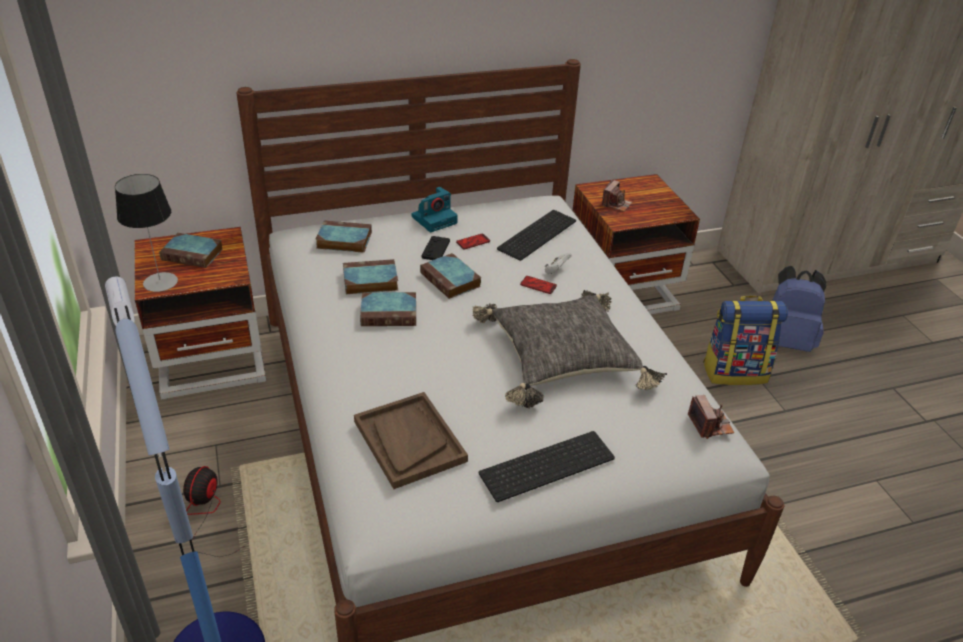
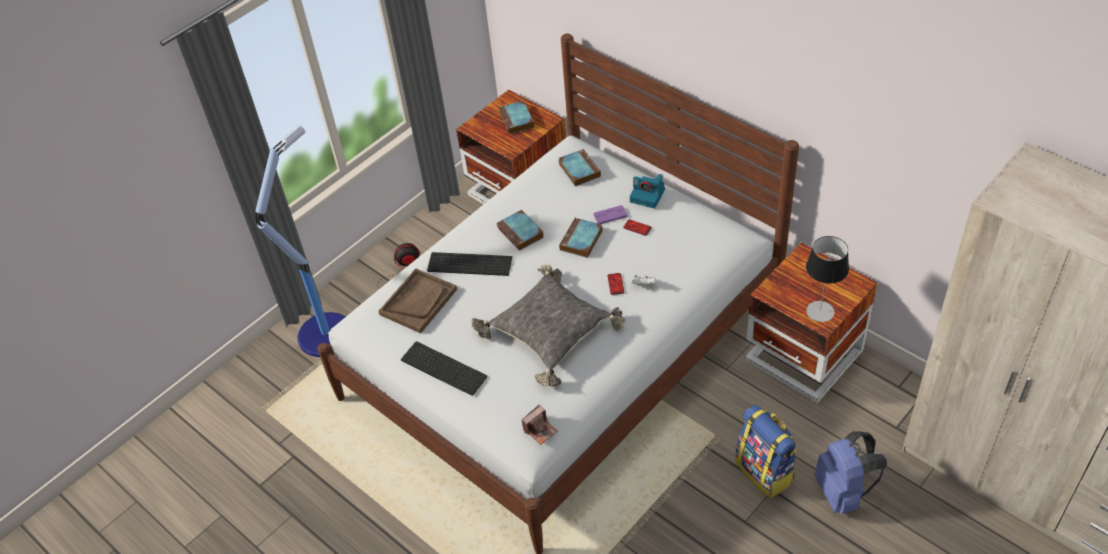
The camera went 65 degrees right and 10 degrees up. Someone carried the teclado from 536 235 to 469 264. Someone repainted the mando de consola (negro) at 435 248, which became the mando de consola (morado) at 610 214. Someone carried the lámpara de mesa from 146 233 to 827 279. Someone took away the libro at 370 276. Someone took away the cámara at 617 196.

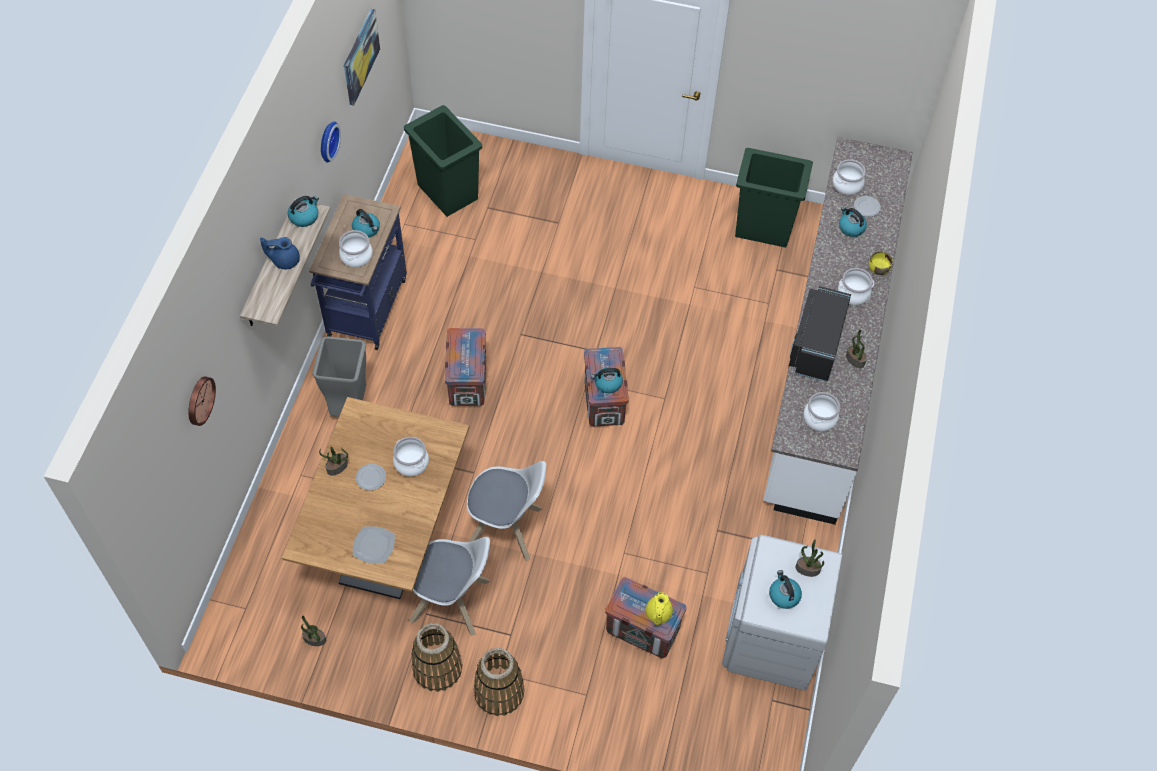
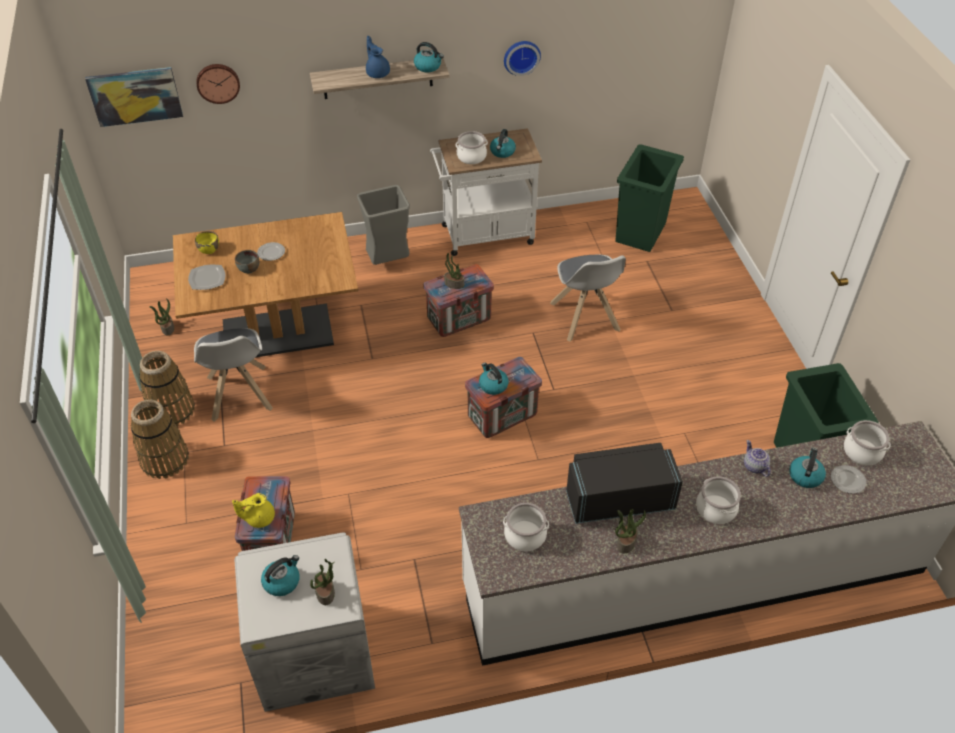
The camera went 65 degrees right and 10 degrees down. Someone carried the cuadro from 362 57 to 134 97. Someone carried the cuenco (amarillo) from 881 263 to 207 242. Someone put down the cuenco (gris) at 247 262. Someone repainted the carrito (azul) at 358 272, which became the carrito (blanco) at 486 192. Someone carried the planta en maceta from 333 461 to 454 271. Someone carried the silla from 506 511 to 588 298. Someone put down the tetera at 757 458. Someone took away the olla at 411 456.

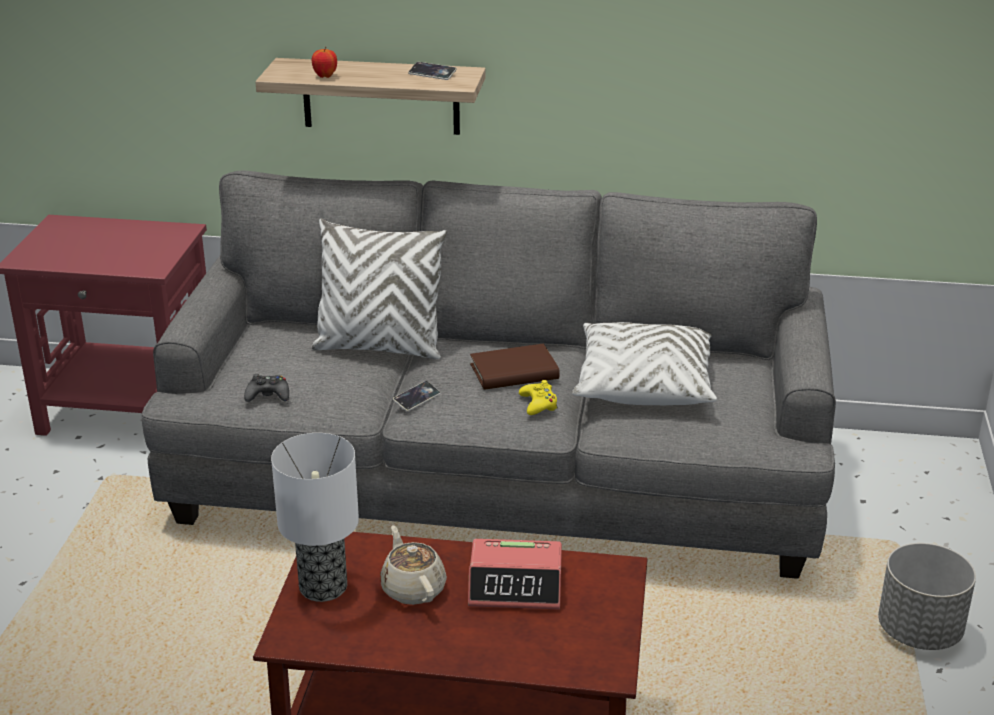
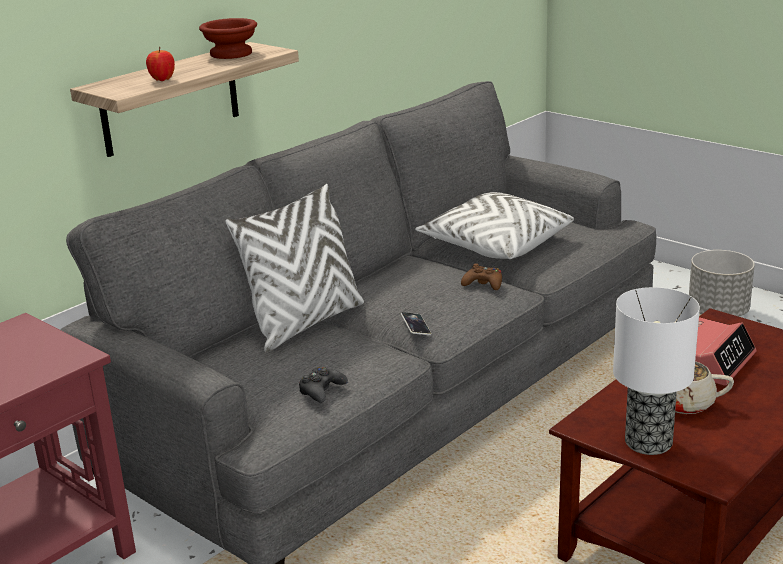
The camera went 55 degrees left and 5 degrees down. Someone swapped the móvil at 432 71 for the cuenco (marrón) at 228 38. Someone repainted the mando de consola (amarillo) at 538 397, which became the mando de consola (marrón) at 481 277. Someone took away the libro (marrón) at 515 367.

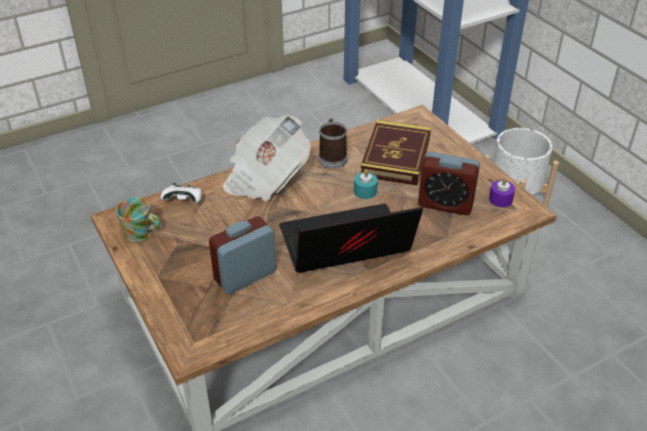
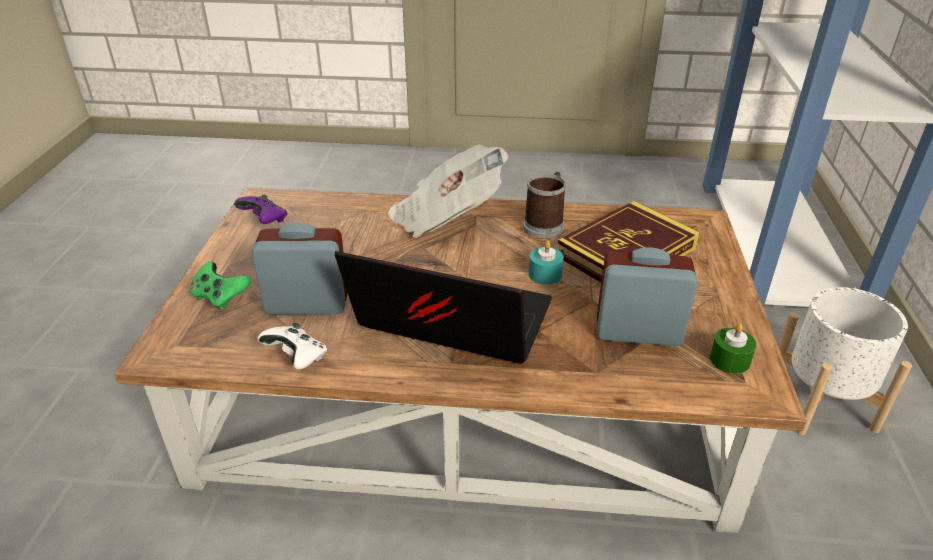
The camera went 35 degrees right and 5 degrees down. Someone put down the mando de consola (verde) at 220 285. Someone swapped the taza grande at 138 219 for the mando de consola (morado) at 261 209. Someone carried the mando de consola (blanco) from 181 193 to 292 346. Someone rotated the despertador at 449 183 by 135 degrees clockwise. Someone repainted the vela (morado) at 502 192, which became the vela (verde) at 733 349.

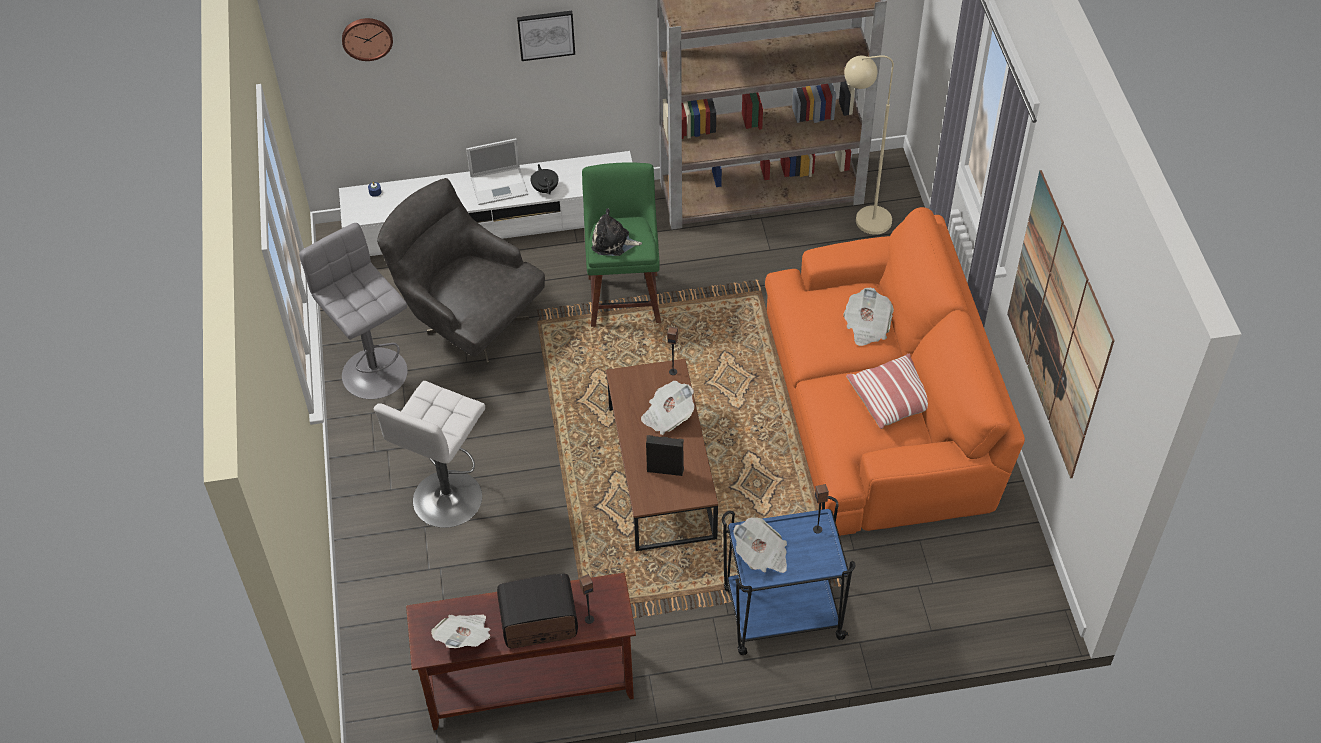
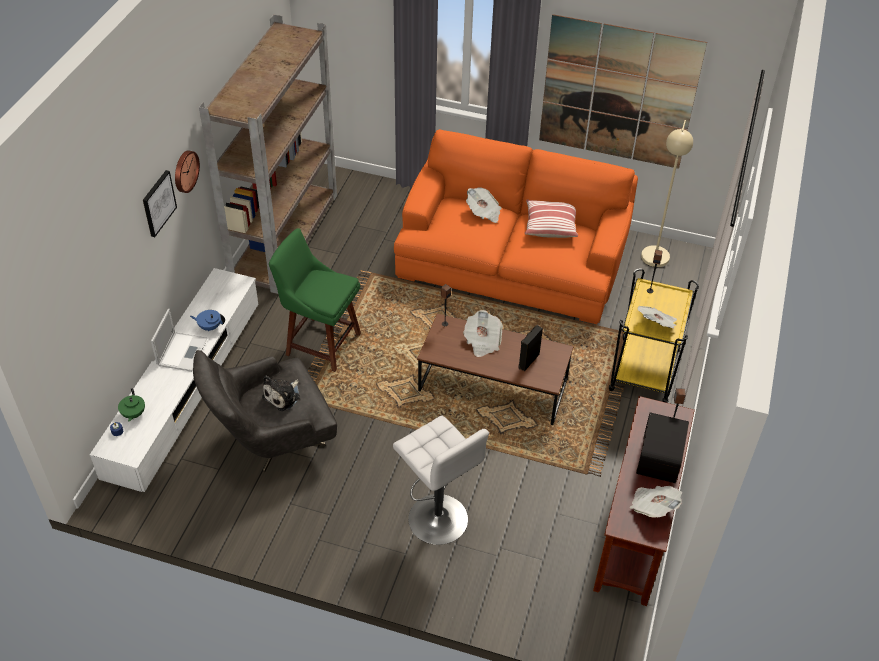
The camera went 65 degrees left and 5 degrees down. Someone put down the tetera (verde) at 131 405. Someone carried the reloj de pared from 367 39 to 187 171. Someone repainted the tetera (negro) at 545 179, which became the tetera (azul) at 207 320. Someone carried the peluche from 617 232 to 281 393. Someone repainted the carrito (azul) at 788 575, which became the carrito (amarillo) at 654 335. Someone carried the lámpara de pie (beis) from 869 145 to 667 193. Someone took away the taburete (gris) at 353 311.

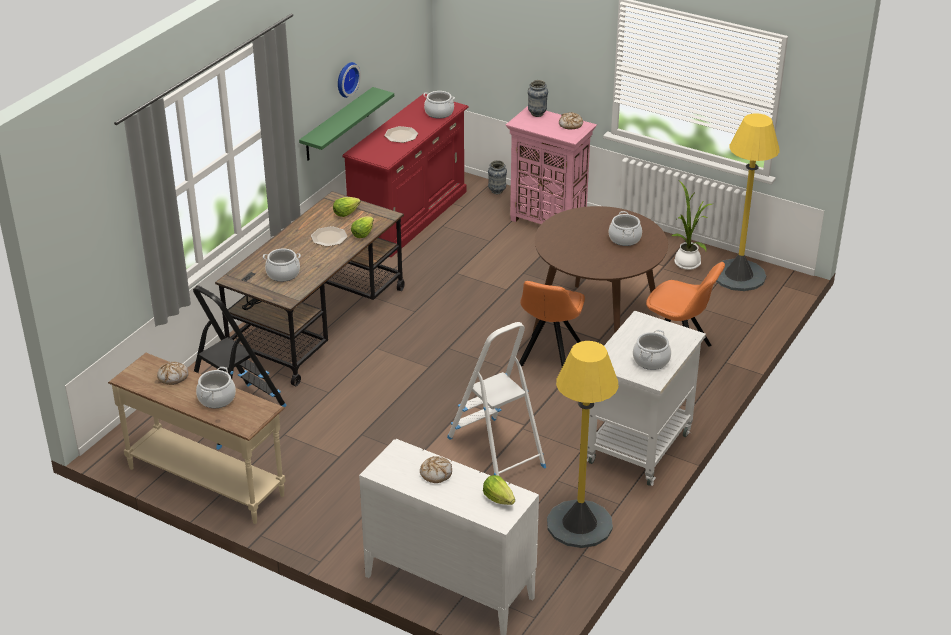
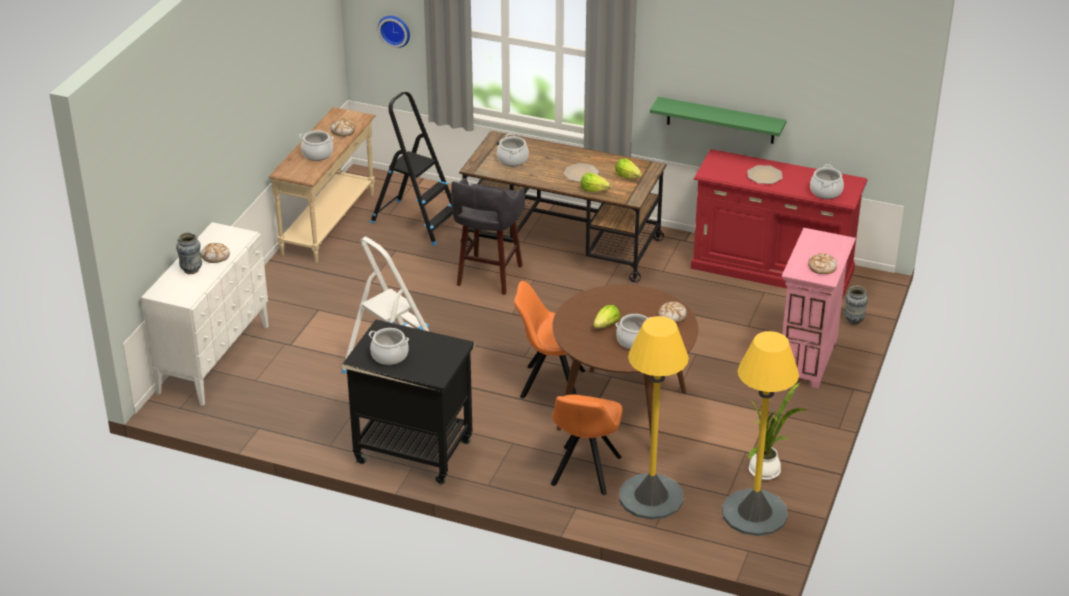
The camera went 80 degrees right and 0 degrees up. Someone carried the florero from 538 98 to 189 253. Someone repainted the carrito (blanco) at 646 398, which became the carrito (negro) at 408 402. Someone carried the reloj de pared from 349 80 to 394 32. Someone put down the taburete (gris) at 488 236. Someone carried the lechuga from 499 490 to 606 317. Someone carried the lámpara de pie (amarillo) from 582 444 to 654 418. Someone put down the pan at 672 312.

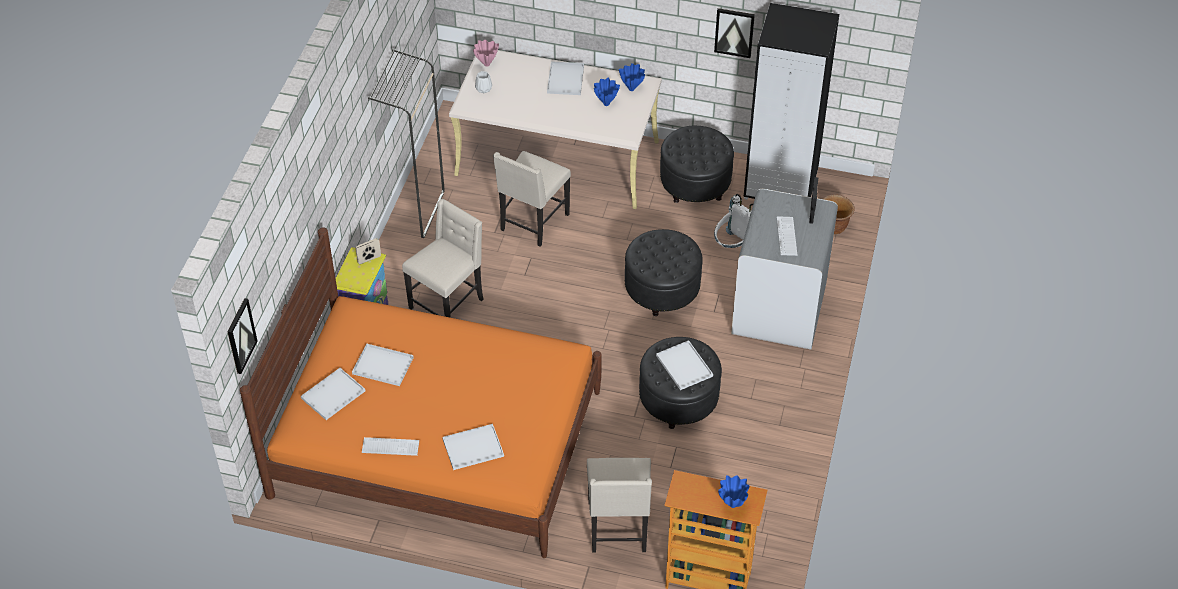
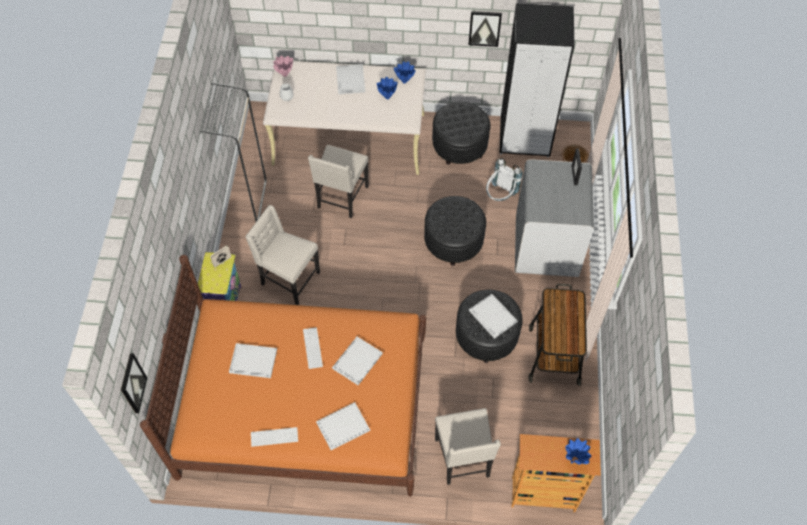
The camera went 10 degrees left and 10 degrees up. Someone rotated the silla (beis) at 442 258 by 90 degrees counterclockwise. Someone carried the teclado from 787 236 to 313 348. Someone carried the bandeja (blanco) from 333 394 to 357 361. Someone put down the carrito at 557 335.

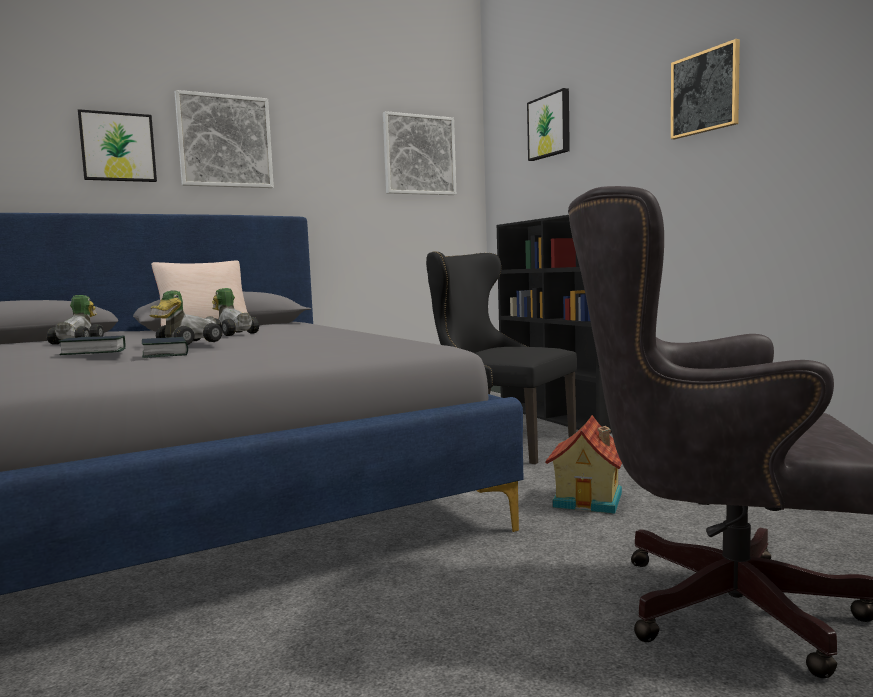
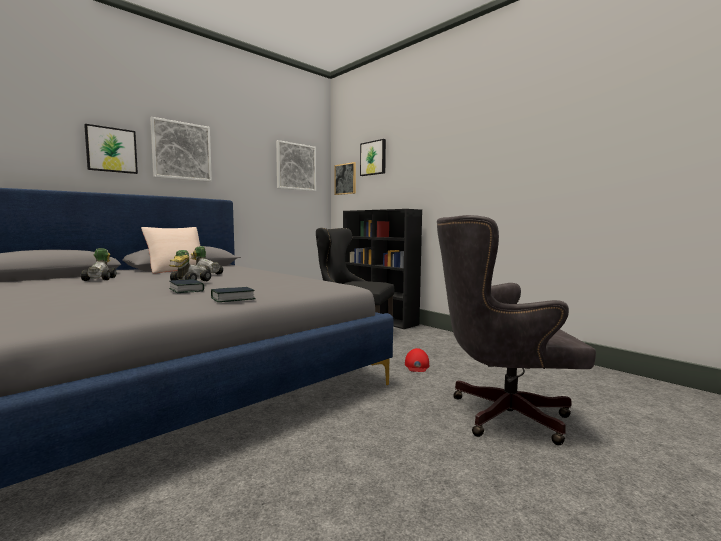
The camera went 15 degrees left and 0 degrees up. Someone carried the libro from 92 345 to 233 294. Someone carried the cuadro from 705 89 to 345 178. Someone swapped the casita at 583 464 for the gorra (rojo) at 417 360.

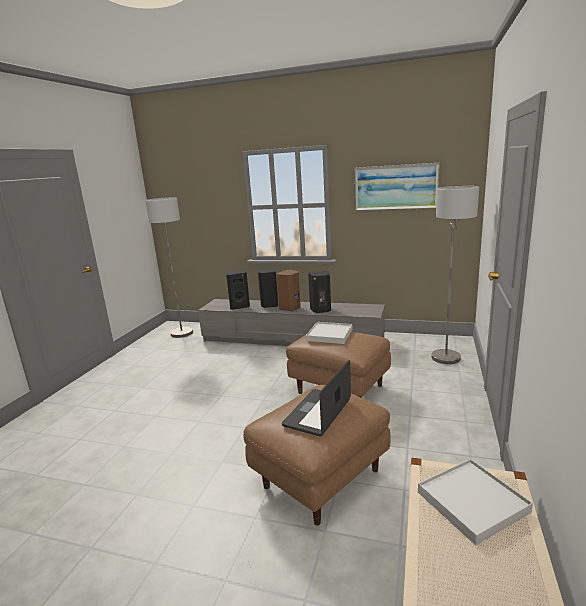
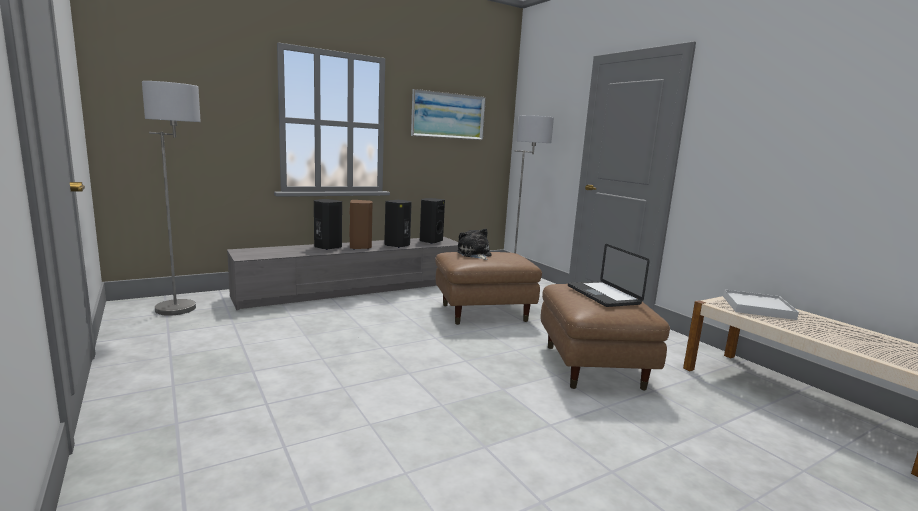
The camera went 50 degrees left and 5 degrees down. Someone carried the altavoz (negro) from 238 290 to 432 221. Someone swapped the bandeja (blanco) at 329 333 for the peluche at 474 244.

